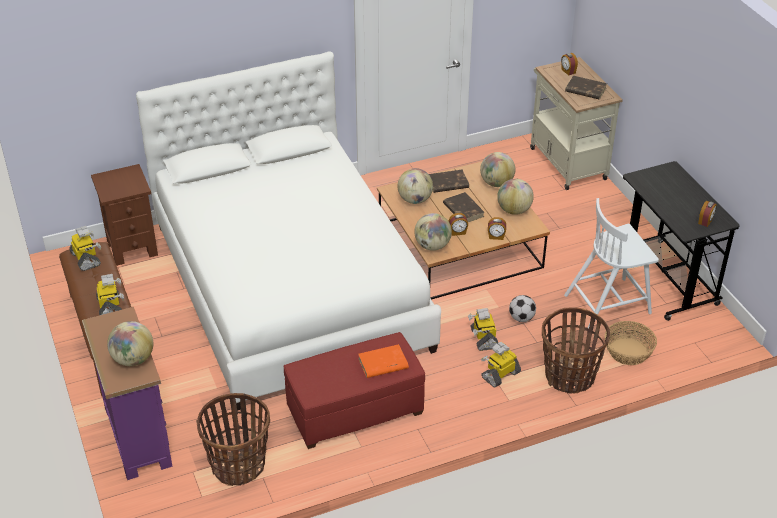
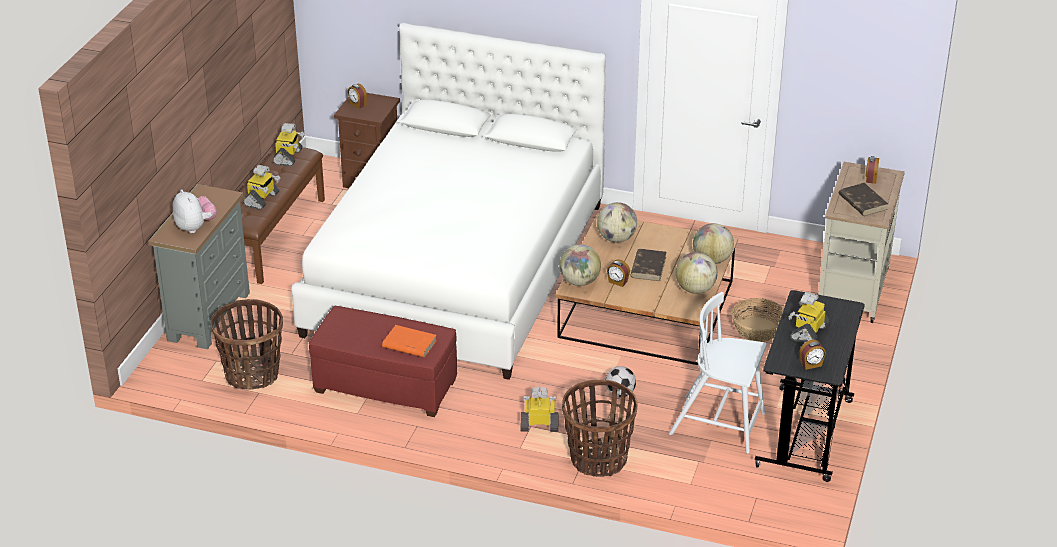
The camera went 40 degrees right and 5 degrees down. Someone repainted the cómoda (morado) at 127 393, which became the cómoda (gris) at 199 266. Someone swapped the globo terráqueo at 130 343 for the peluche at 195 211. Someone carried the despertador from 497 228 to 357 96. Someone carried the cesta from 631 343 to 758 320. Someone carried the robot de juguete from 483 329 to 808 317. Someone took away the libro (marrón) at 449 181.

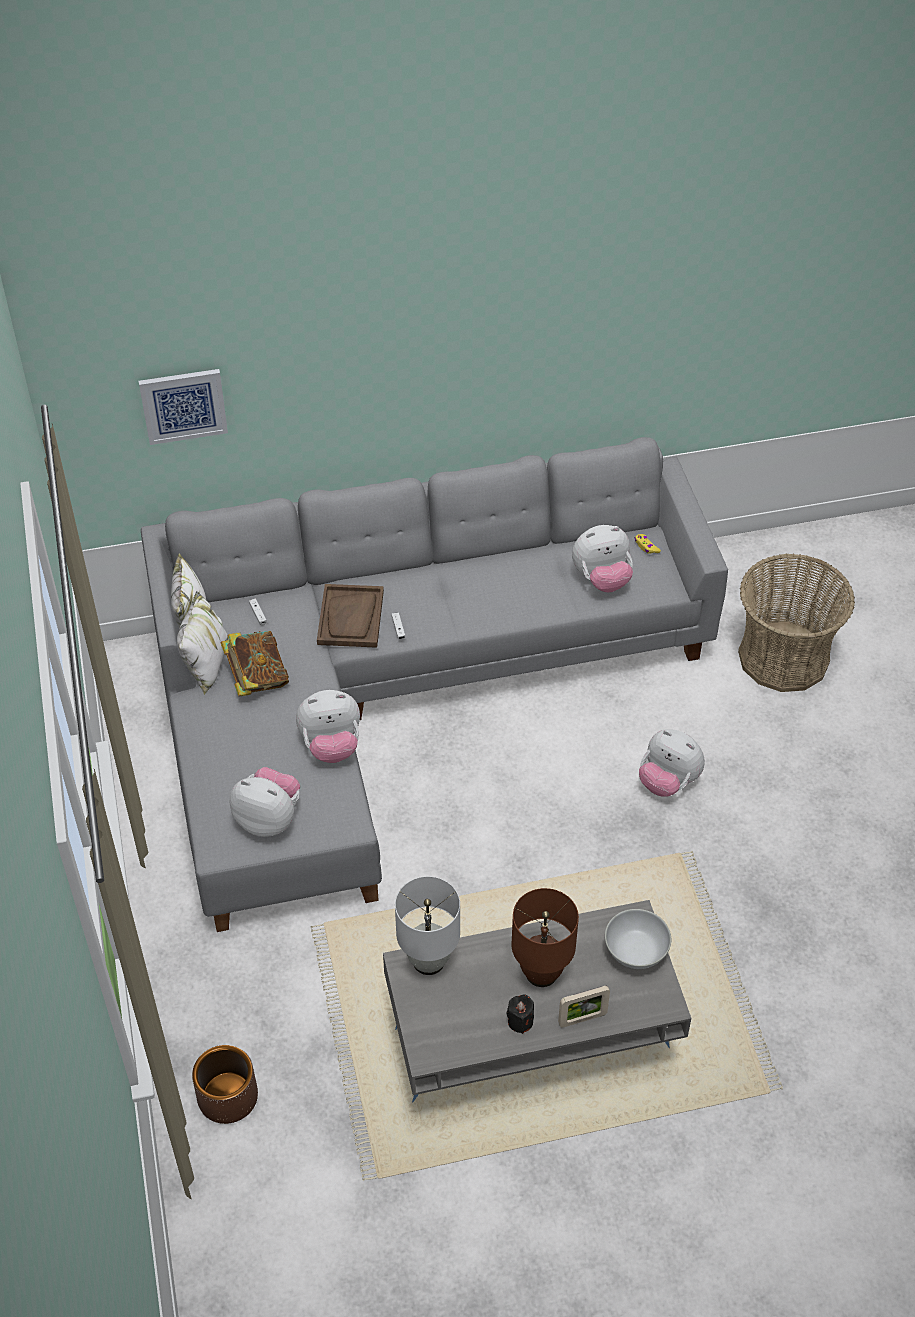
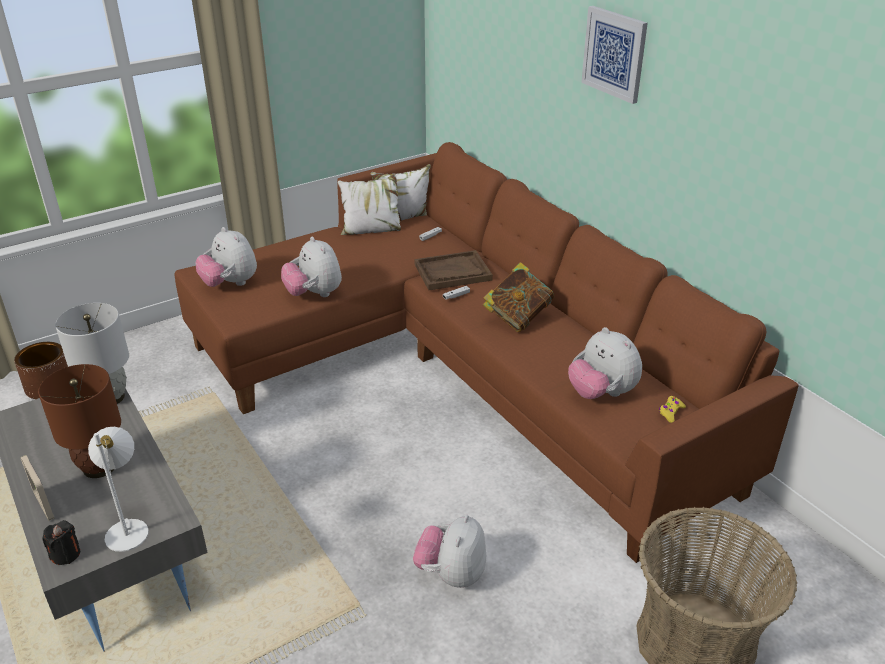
The camera went 70 degrees right and 15 degrees down. Someone carried the vela (negro) from 520 1014 to 61 542. Someone swapped the cuenco (blanco) at 638 939 for the lámpara de mesa (blanco) at 118 489. Someone repainted the sofá (gris) at 434 684, which became the sofá (marrón) at 486 352. Someone rotated the peluche at 264 802 by 135 degrees clockwise. Someone carried the libro from 255 664 to 518 297. Someone carried the cuadro from 183 407 to 614 55.

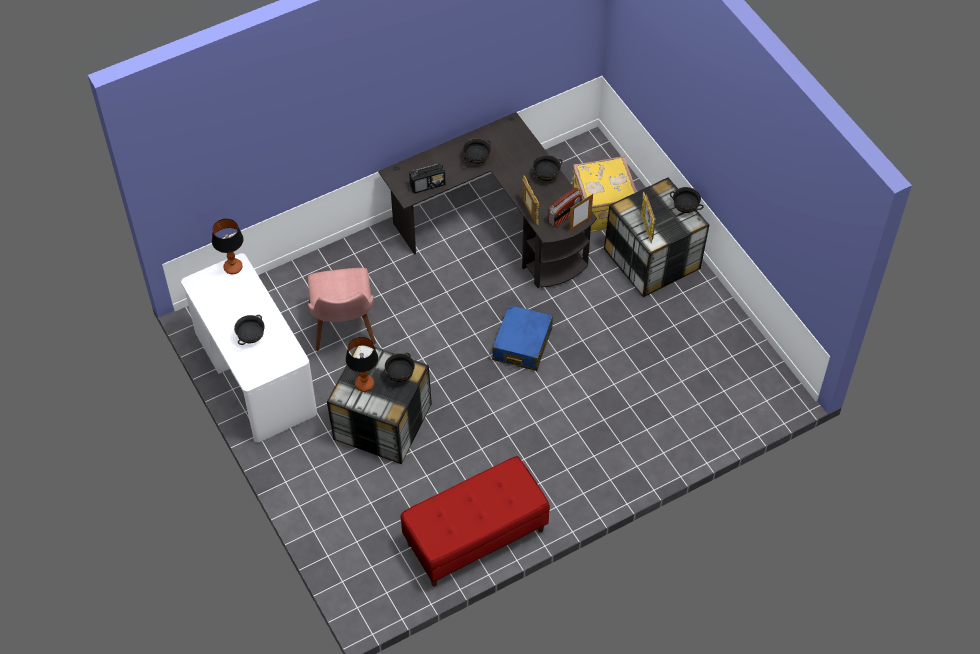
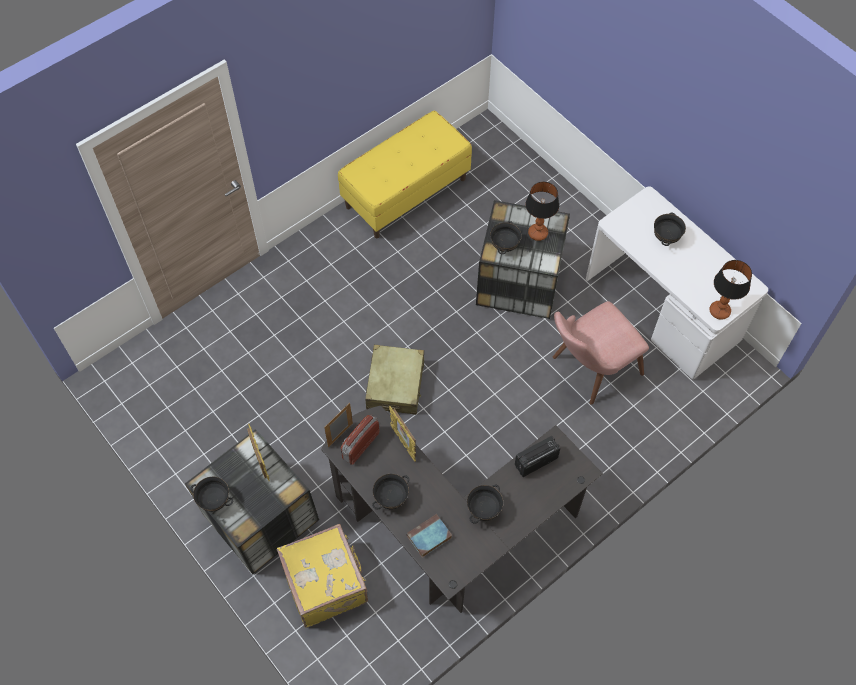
The camera went 170 degrees right and 5 degrees up. Someone repainted the banco (rojo) at 475 521, which became the banco (amarillo) at 405 174. Someone repainted the maleta (azul) at 522 338, which became the maleta (beis) at 395 380. Someone put down the libro at 429 536. Someone rotated the silla (rosa) at 342 309 by 105 degrees counterclockwise.

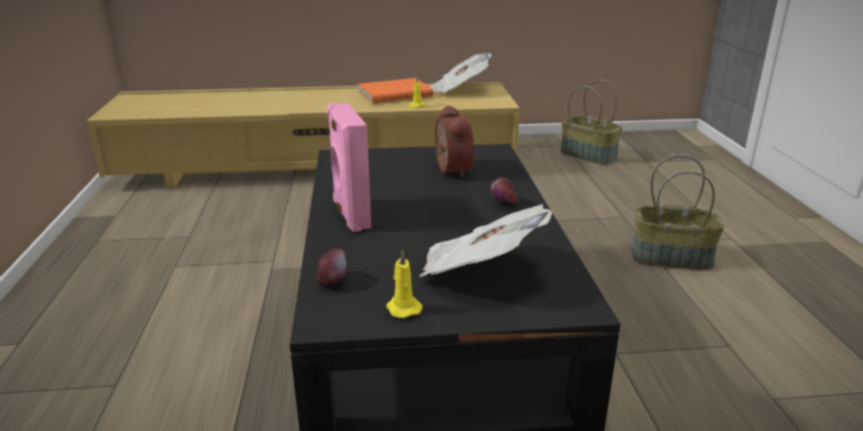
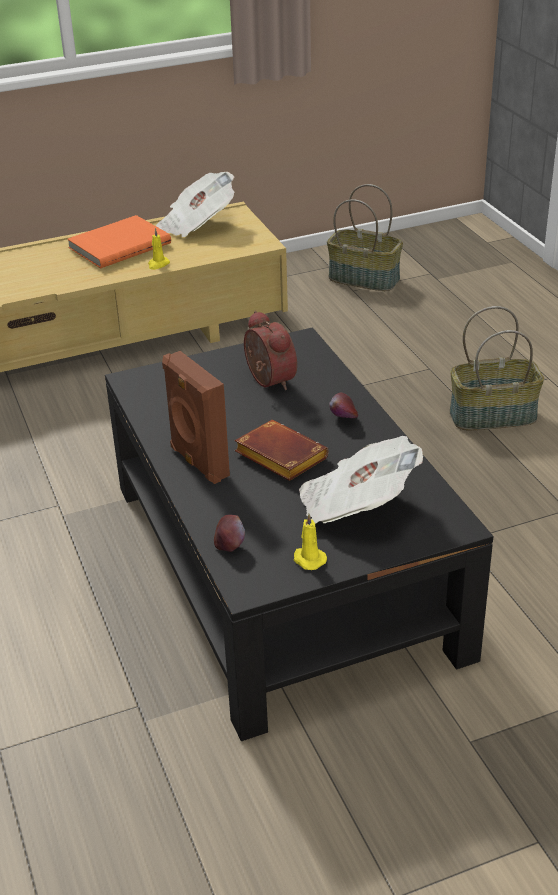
The camera went 15 degrees left and 10 degrees up. Someone repainted the altavoz (rosa) at 349 167, which became the altavoz (marrón) at 196 417. Someone put down the libro (marrón) at 282 450.

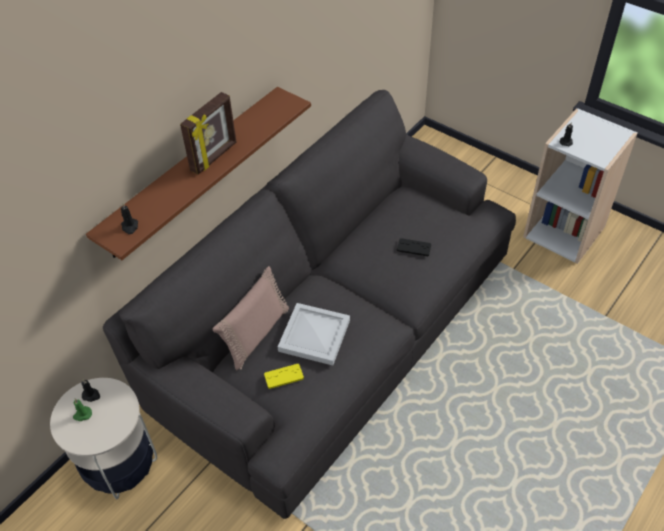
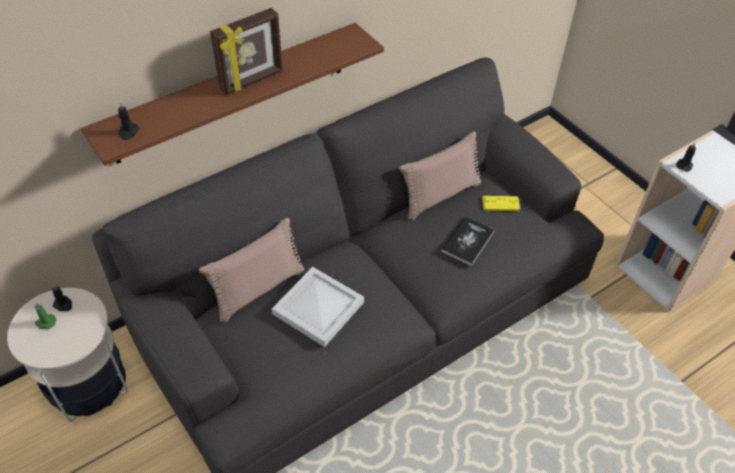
The camera went 15 degrees right and 0 degrees up. Someone put down the cojín (beis) at 440 176. Someone swapped the mando de consola (negro) at 414 247 for the libro at 468 241. Someone carried the mando de consola (amarillo) from 284 376 to 501 203.

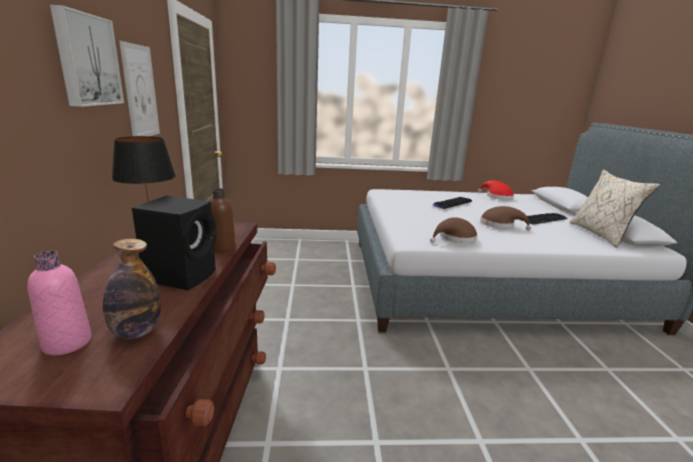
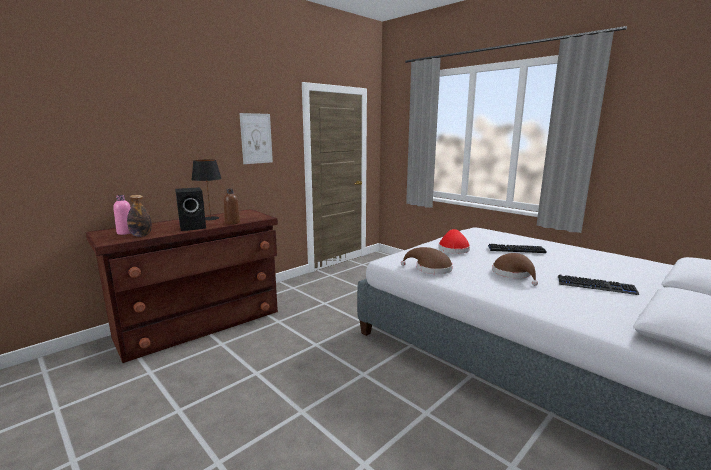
The camera went 50 degrees right and 5 degrees down. Someone carried the sombrero (rojo) from 496 190 to 454 241. Someone took away the cuadro at 87 56. Someone took away the cojín (beis) at 614 209.

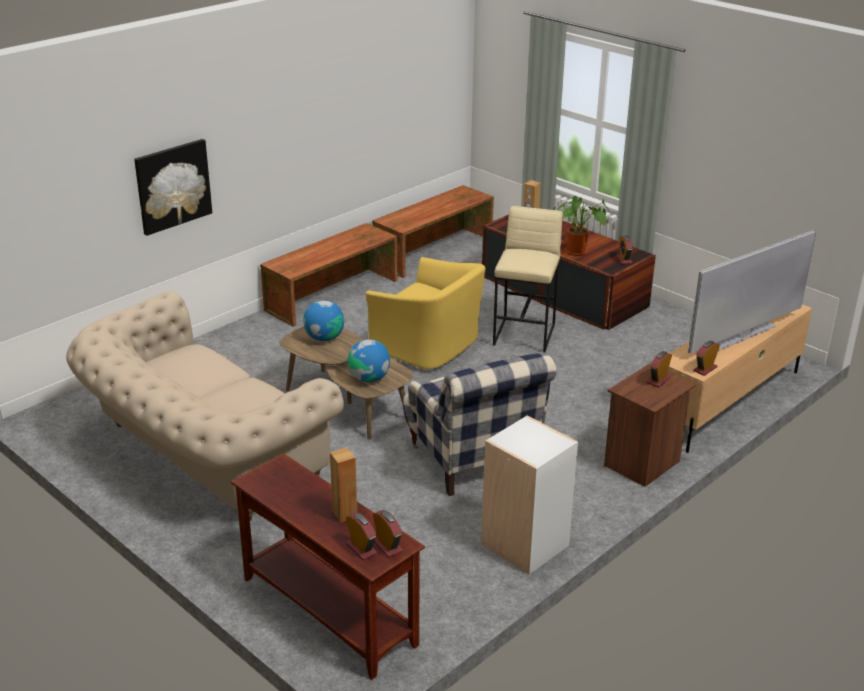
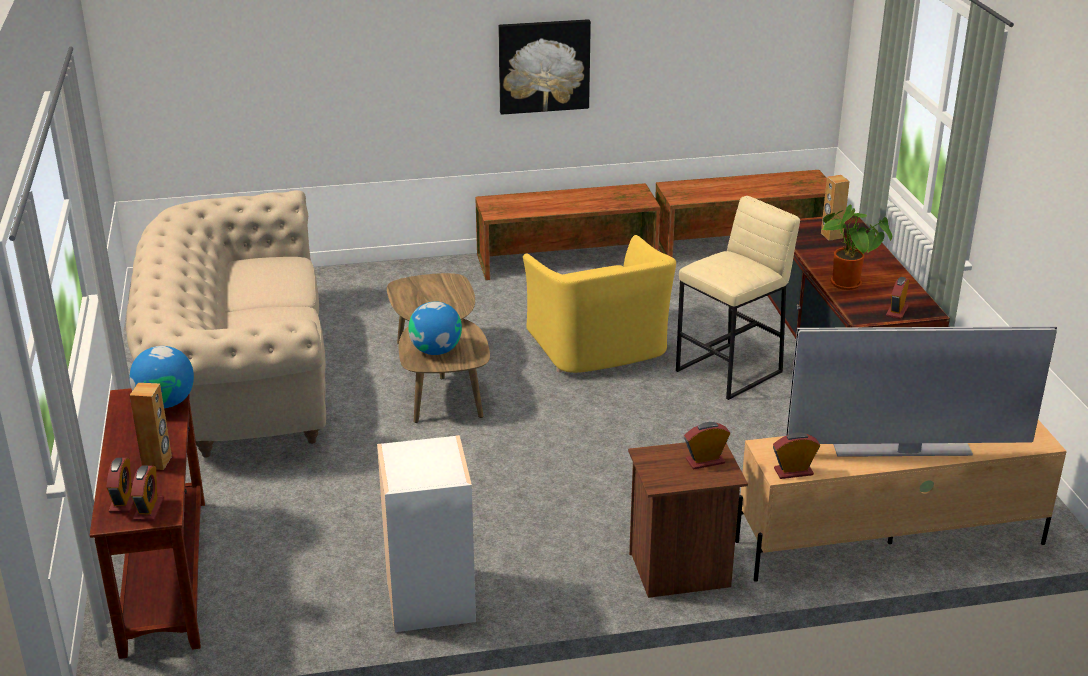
The camera went 35 degrees right and 0 degrees up. Someone carried the globo terráqueo from 323 320 to 161 377. Someone carried the cuadro from 173 187 to 544 67. Someone took away the sillón at 479 424.

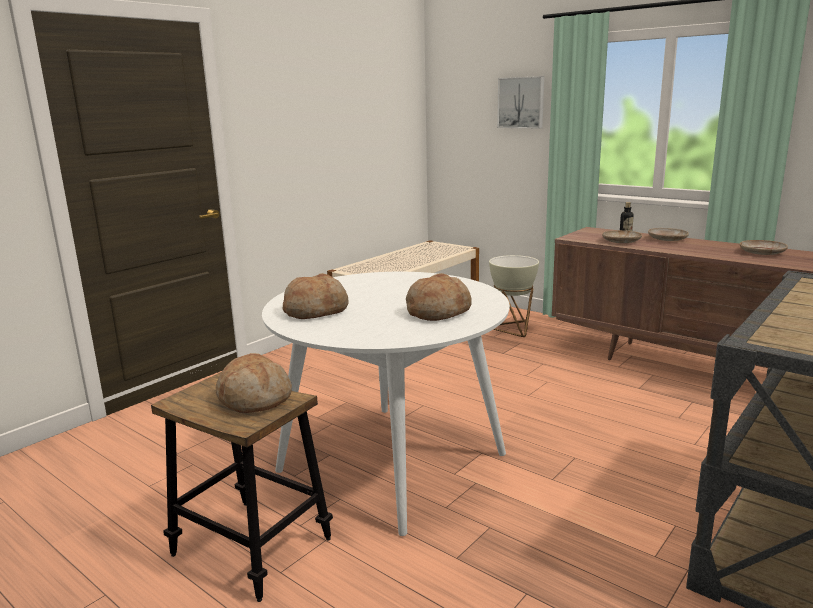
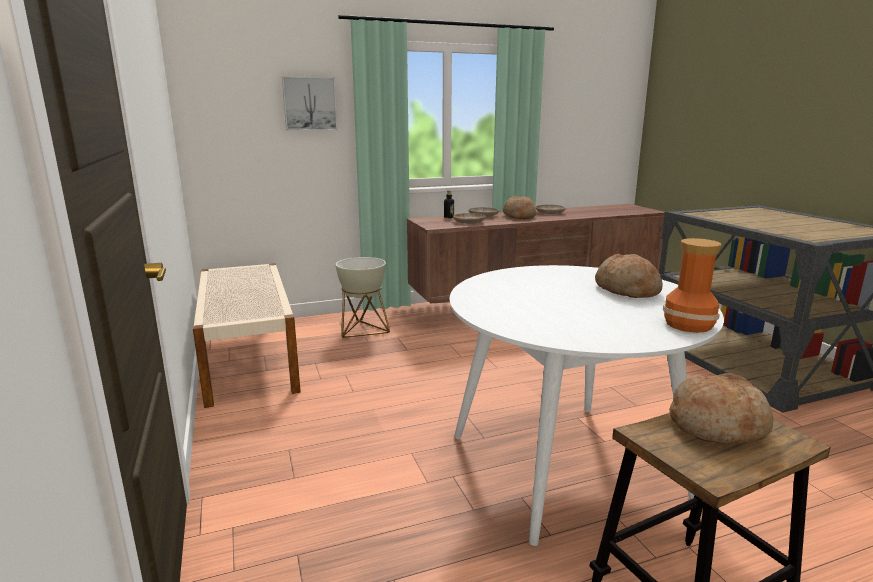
The camera went 60 degrees left and 0 degrees up. Someone carried the pan from 316 296 to 519 207. Someone put down the florero at 692 285.

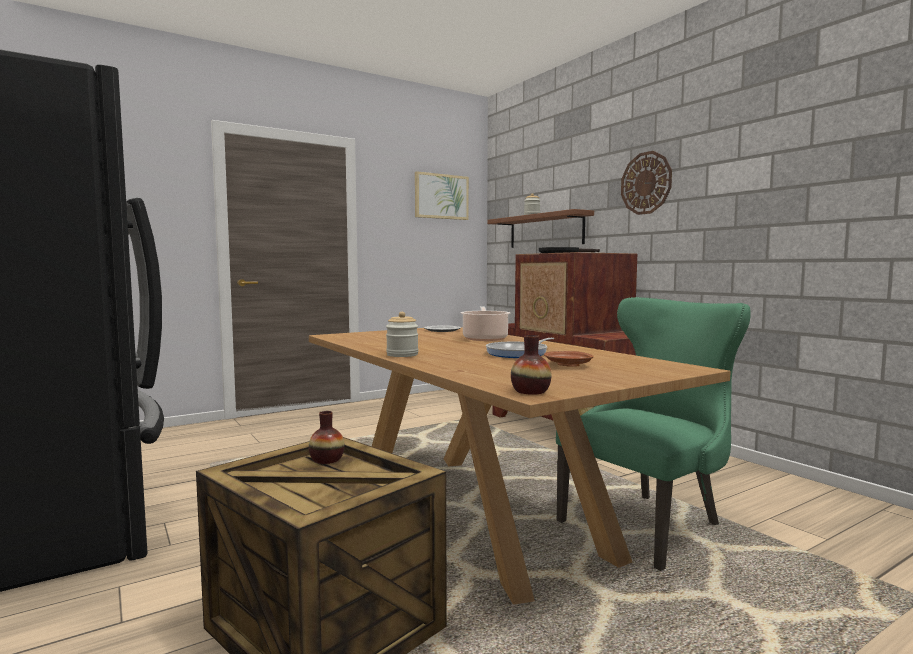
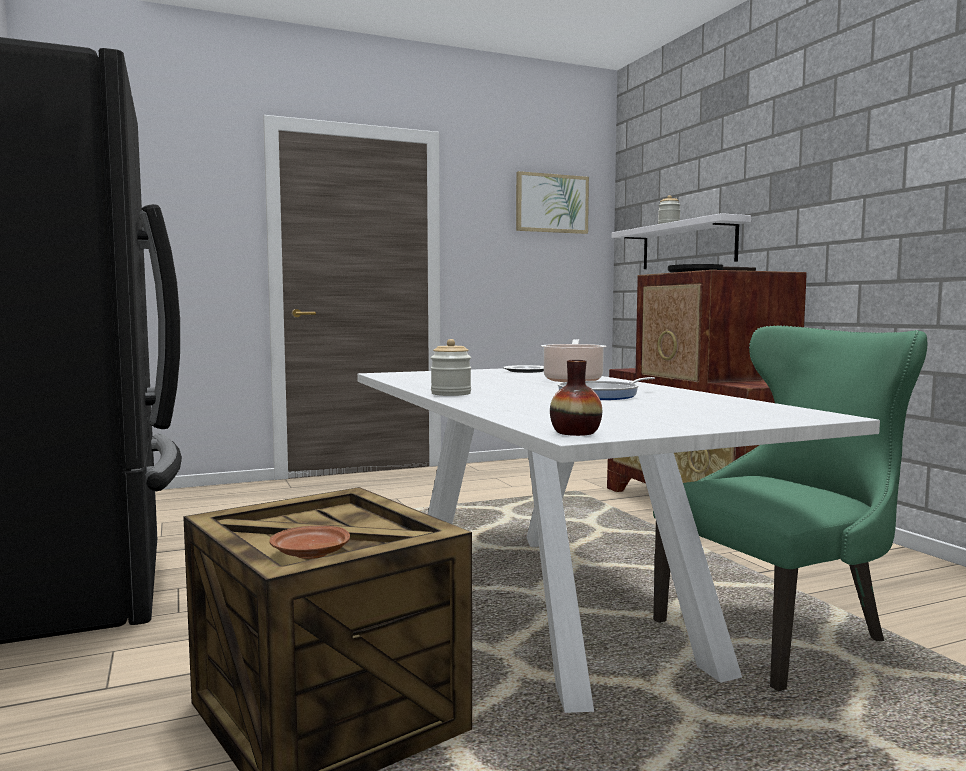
The camera went 10 degrees right and 0 degrees up. Someone carried the plato (marrón) from 569 359 to 309 542. Someone repainted the mesa de comedor (marrón) at 520 466, which became the mesa de comedor (blanco) at 618 540. Someone repainted the estante (marrón) at 540 228, which became the estante (blanco) at 681 241. Someone took away the florero at 327 437. Someone took away the reloj de pared at 646 183.

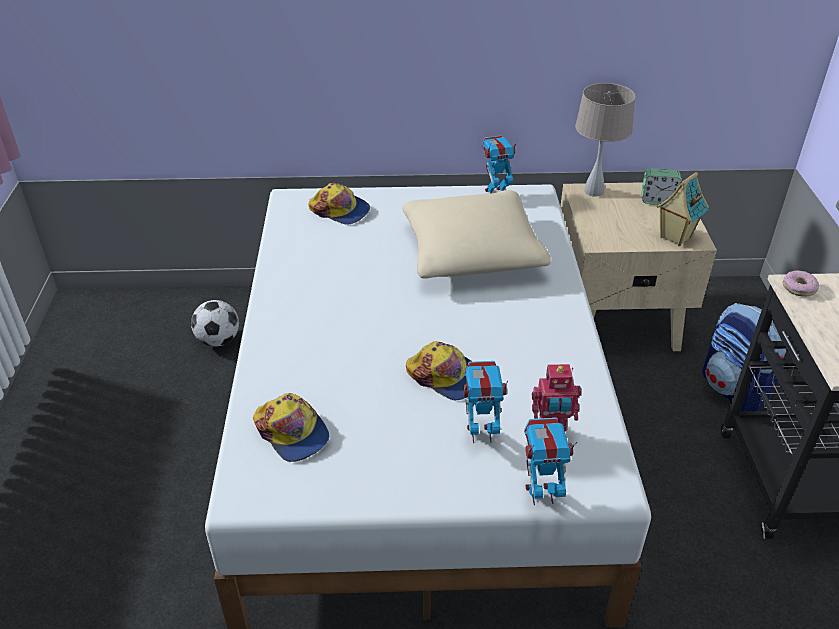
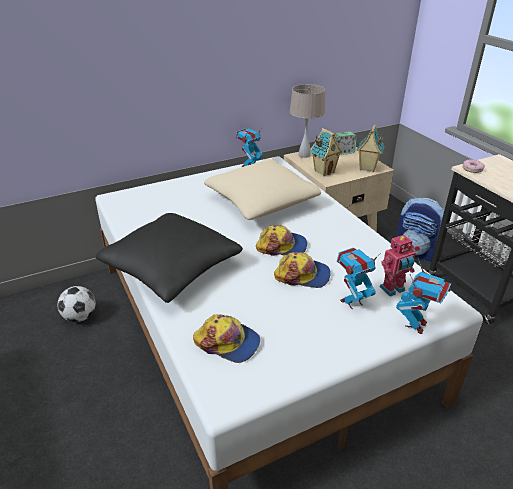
The camera went 25 degrees left and 5 degrees down. Someone put down the cojín (negro) at 169 258. Someone carried the gorra from 339 204 to 281 240. Someone put down the casita at 326 152. Someone rotated the robot de juguete at 550 461 by 150 degrees clockwise.

